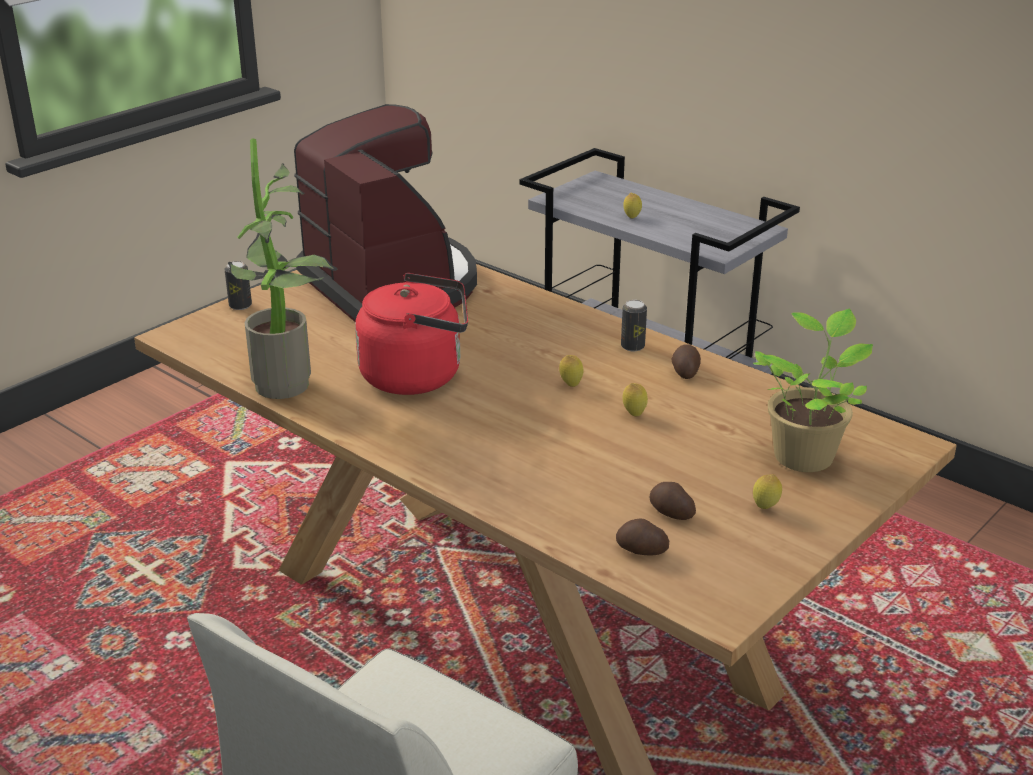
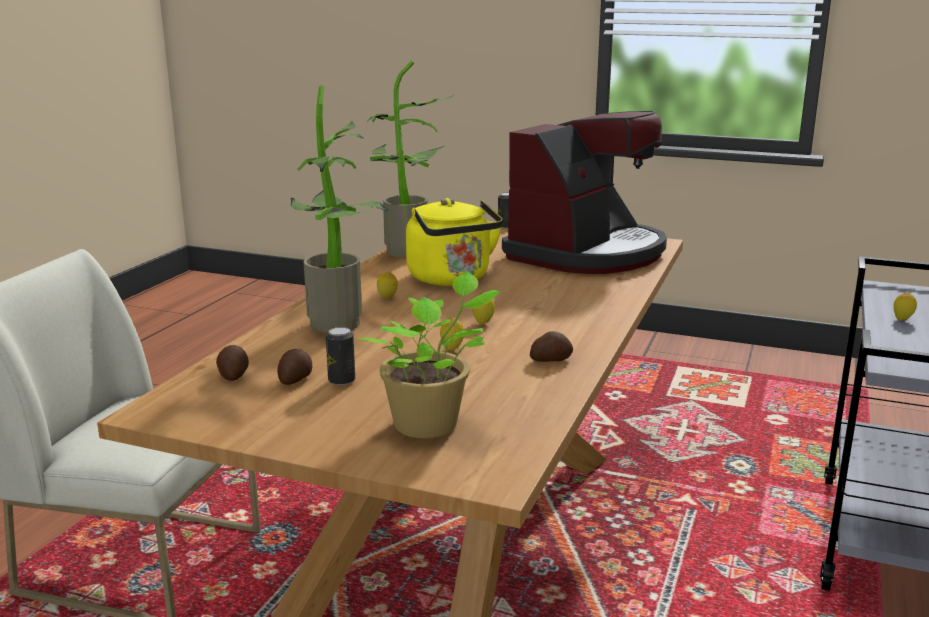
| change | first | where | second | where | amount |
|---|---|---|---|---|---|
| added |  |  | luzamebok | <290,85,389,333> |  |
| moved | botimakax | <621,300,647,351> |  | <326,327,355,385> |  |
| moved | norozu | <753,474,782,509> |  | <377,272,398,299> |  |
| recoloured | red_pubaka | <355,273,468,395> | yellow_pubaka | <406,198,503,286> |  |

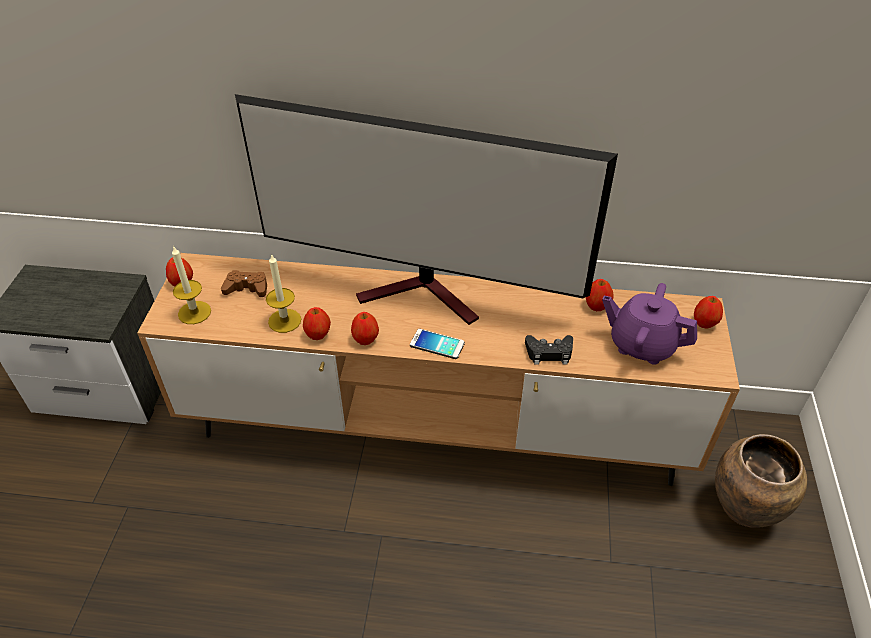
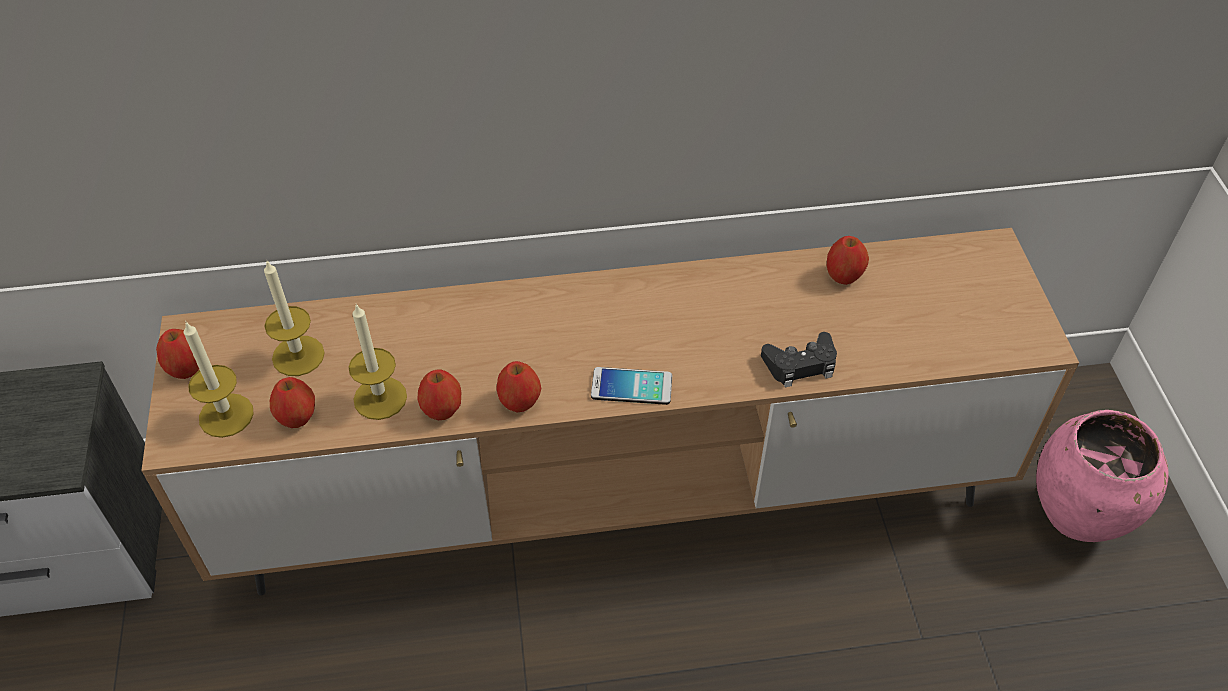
| change | first | where | second | where | amount |
|---|---|---|---|---|---|
| replaced | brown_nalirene | <221,270,267,297> | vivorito | <264,261,325,376> |  |
| moved | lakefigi | <694,296,723,328> |  | <270,377,315,428> |  |
| recoloured | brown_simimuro | <715,434,807,528> | pink_simimuro | <1036,410,1169,542> |  |
| removed | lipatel | <235,94,618,325> |  |  |  |
| removed | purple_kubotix | <602,283,697,365> |  |  |  |

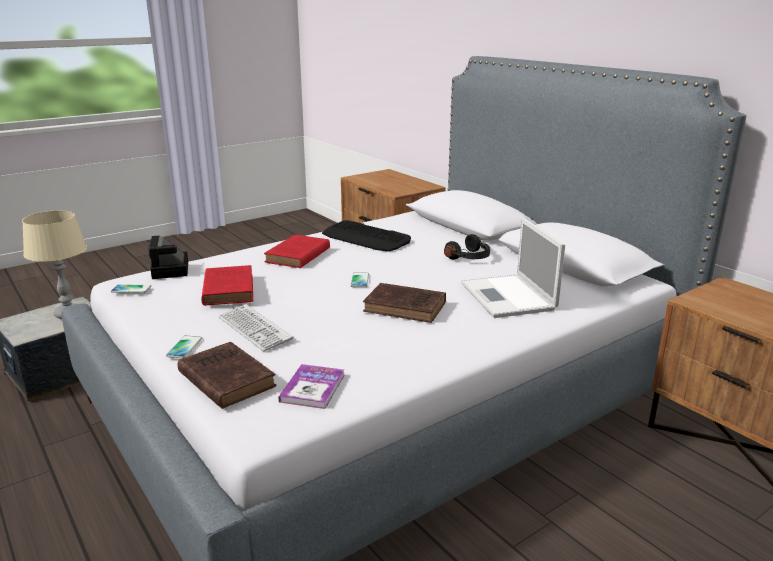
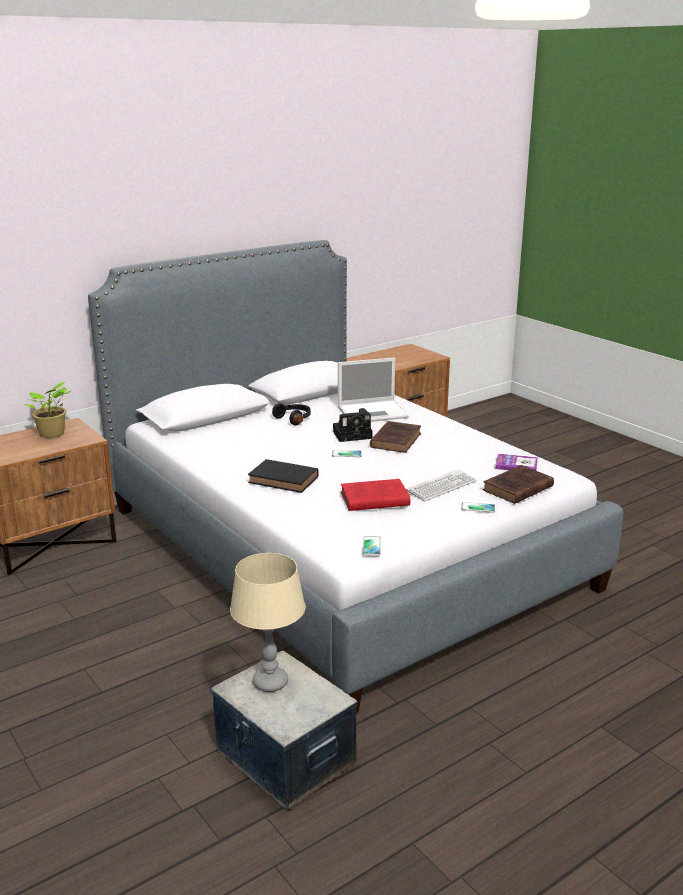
| change | first | where | second | where | amount |
|---|---|---|---|---|---|
| added |  |  | luzamebok | <25,382,71,438> |  |
| recoloured | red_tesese | <264,235,330,268> | black_tesese | <248,459,319,493> |  |
| moved | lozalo | <148,236,188,279> |  | <333,408,372,442> |  |
| removed | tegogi | <322,220,411,252> |  |  |  |

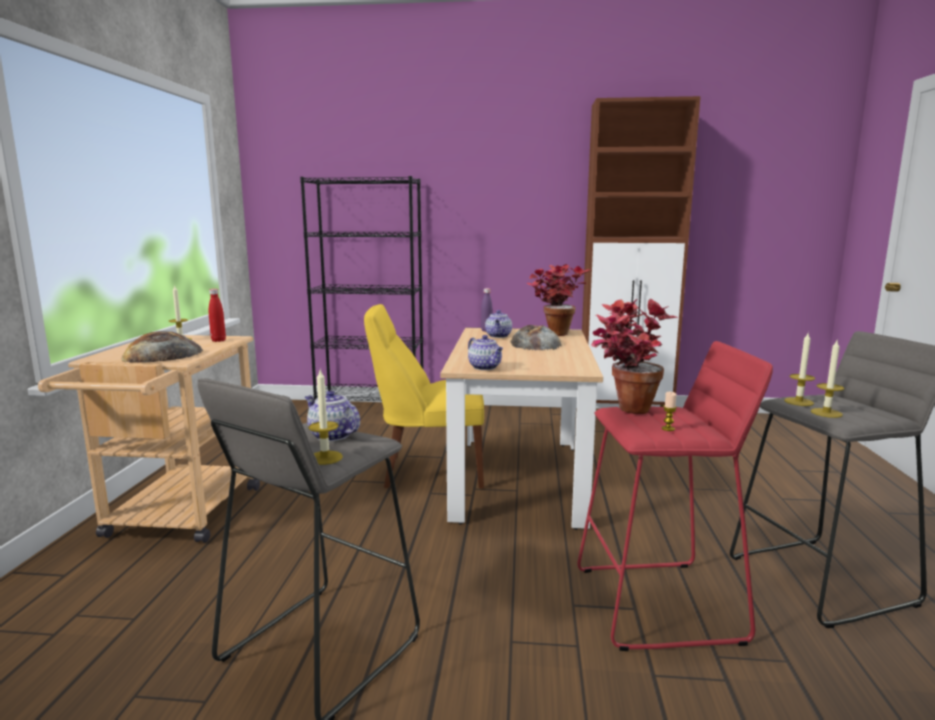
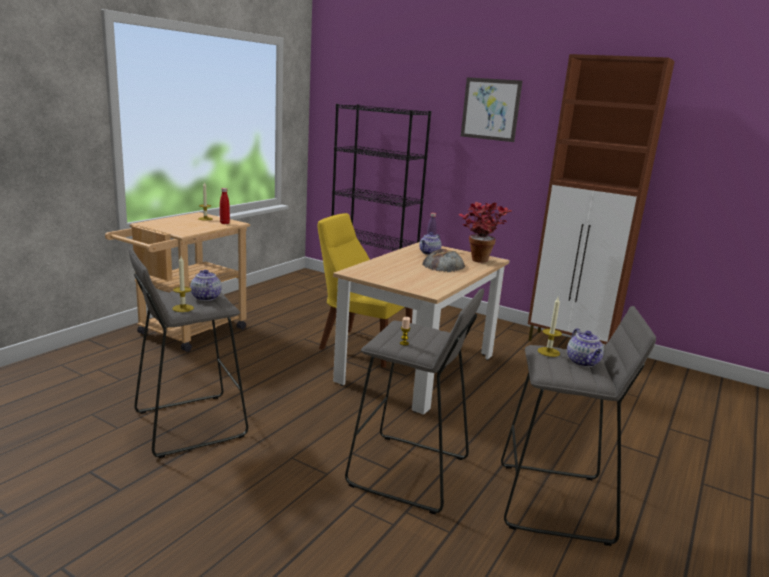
| change | first | where | second | where | amount |
|---|---|---|---|---|---|
| recoloured | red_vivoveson | <577,341,773,651> | grey_vivoveson | <345,289,484,514> |  |
| added |  |  | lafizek | <461,77,522,142> |  |
| moved | kubotix | <468,335,503,370> |  | <567,328,604,367> |  |
| removed | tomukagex | <121,331,204,363> |  |  |  |
| removed | luzamebok | <591,299,679,414> |  |  |  |
| removed | vivorito | <811,340,844,418> |  |  |  |

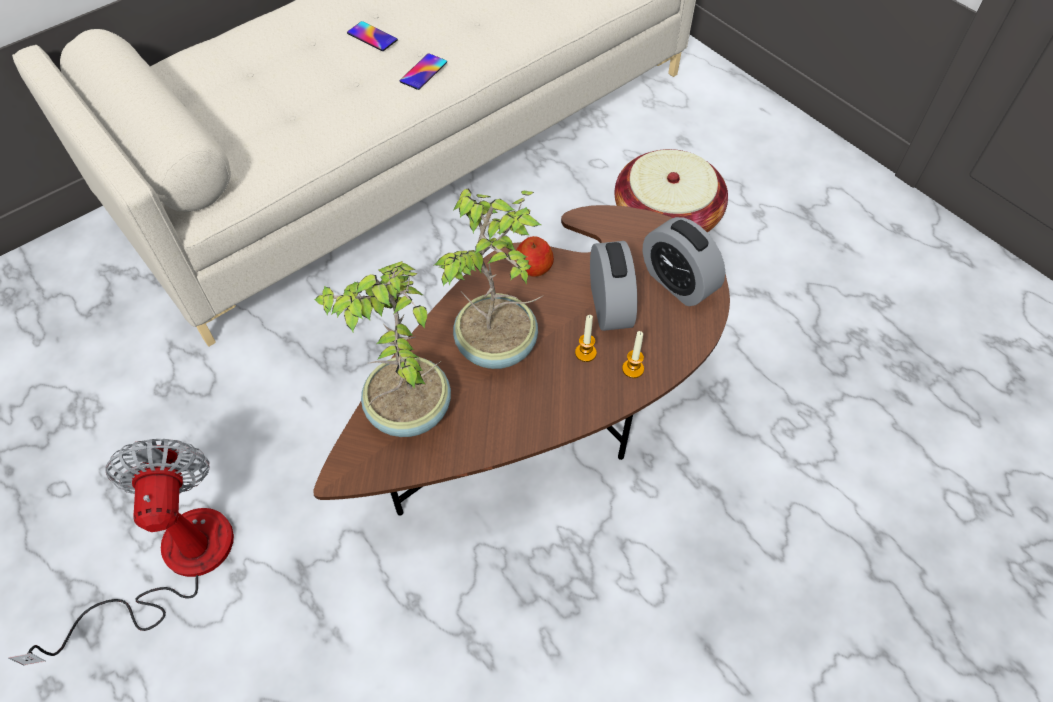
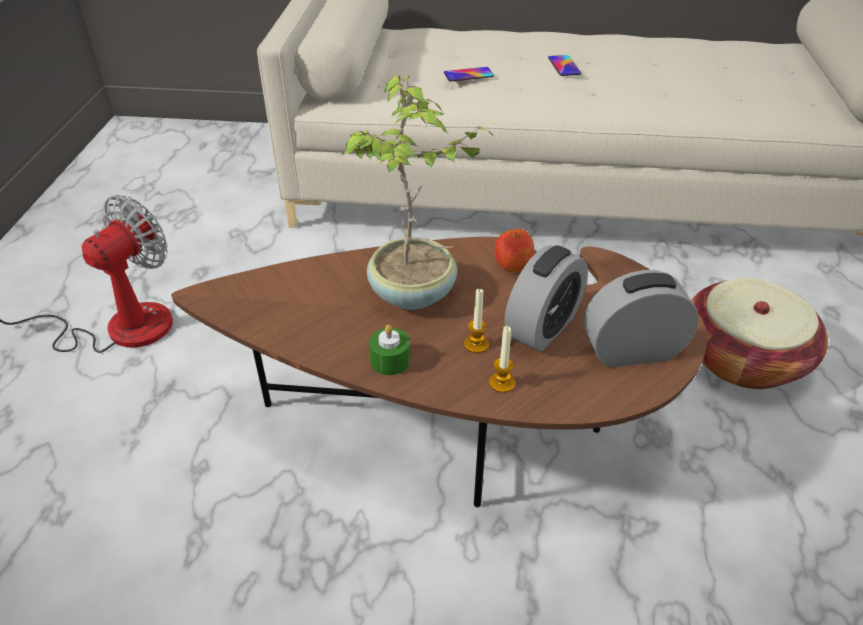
| change | first | where | second | where | amount |
|---|---|---|---|---|---|
| added |  |  | green_vivorito | <369,325,410,375> |  |
| moved | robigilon | <400,53,447,90> |  | <444,67,494,82> |  |
| turned | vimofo | <643,217,725,306> |  | <584,270,699,368> | 75 degrees clockwise |
| removed | luzamebok | <315,261,451,437> |  |  |  |

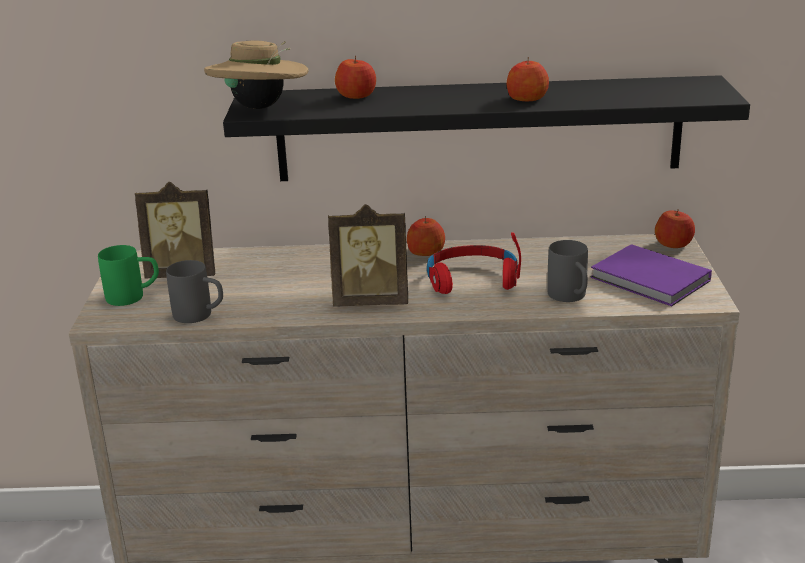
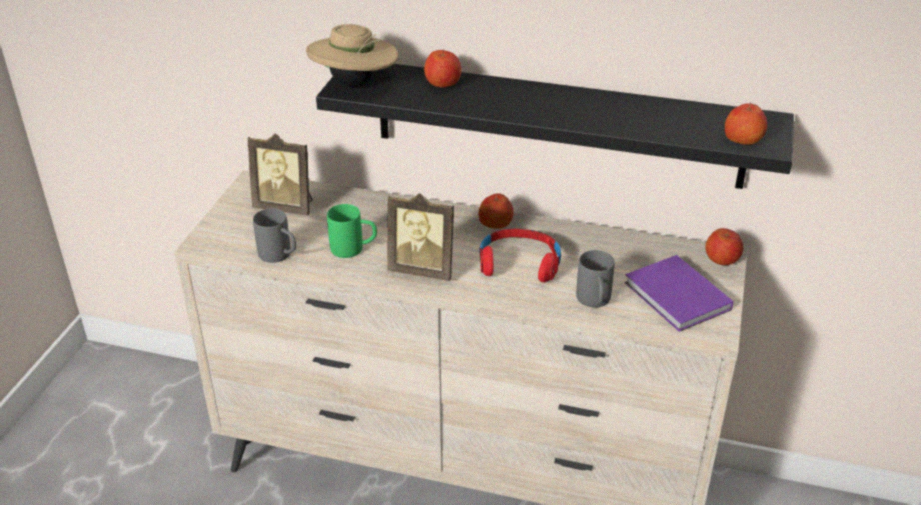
| change | first | where | second | where | amount |
|---|---|---|---|---|---|
| moved | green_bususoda | <98,245,159,306> |  | <327,204,377,258> |  |
| moved | lakefigi | <506,57,549,101> |  | <725,102,767,145> |  |

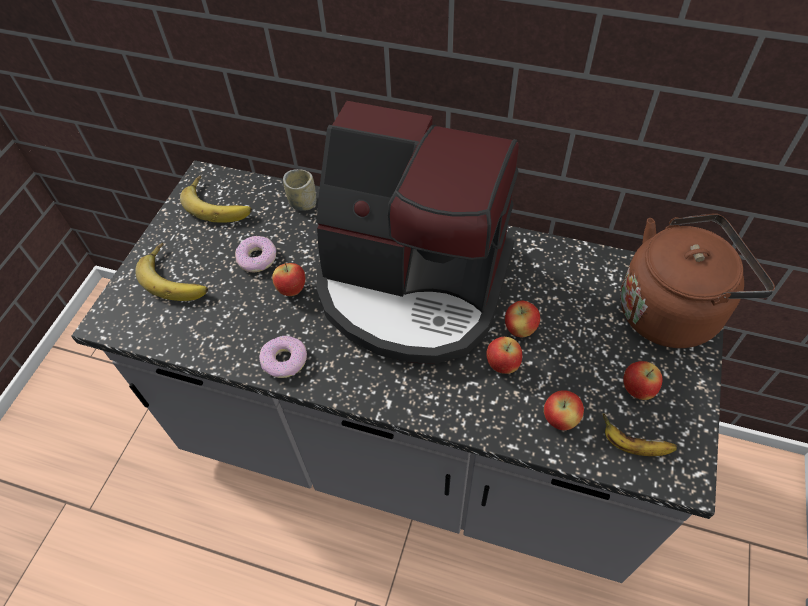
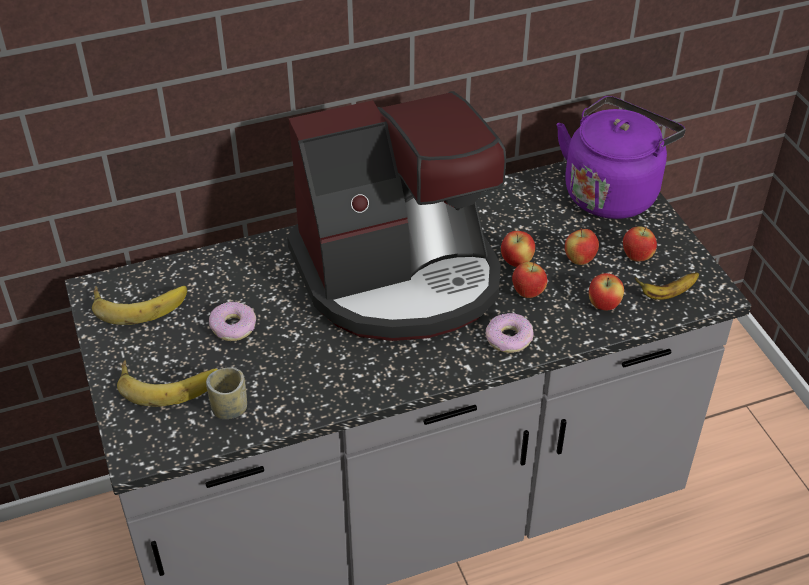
| change | first | where | second | where | amount |
|---|---|---|---|---|---|
| moved | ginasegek | <283,169,316,211> |  | <206,367,247,419> |  |
| moved | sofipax | <259,336,307,378> |  | <486,313,534,353> |  |
| recoloured | brown_pubaka | <620,213,775,348> | purple_pubaka | <557,96,685,219> |  |
| moved | lakefigi | <272,263,305,296> |  | <565,228,599,265> |  |

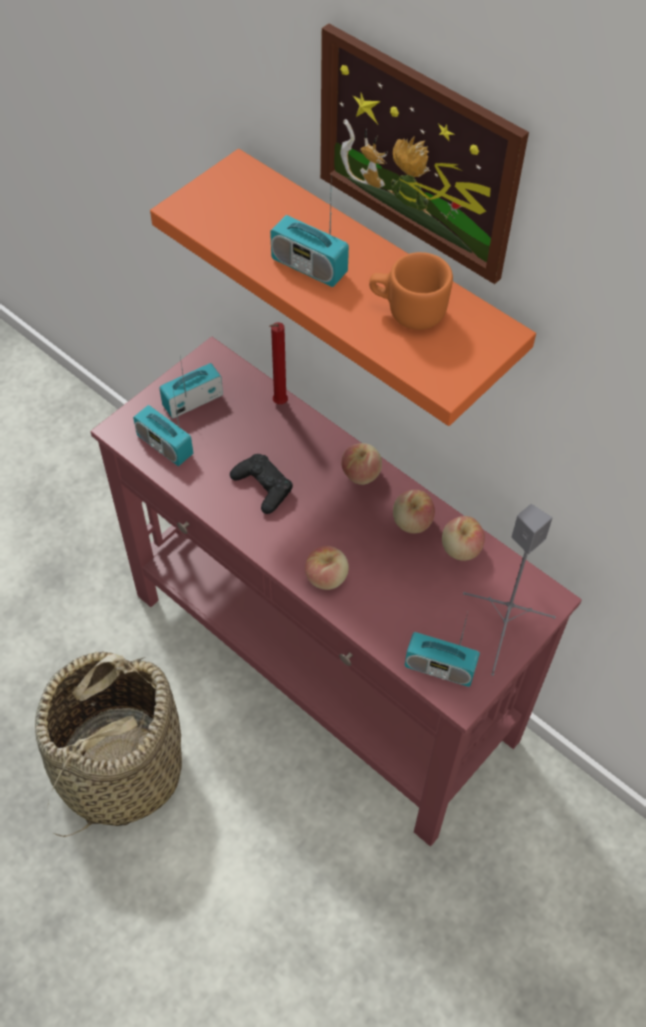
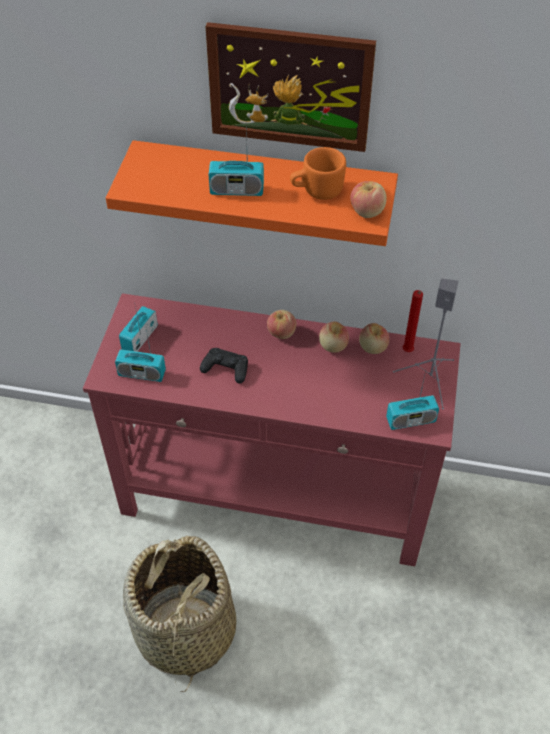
| change | first | where | second | where | amount |
|---|---|---|---|---|---|
| moved | lakefigi | <305,546,349,590> |  | <350,181,387,218> |  |
| moved | red_vivorito | <269,322,288,404> |  | <403,290,423,352> |  |

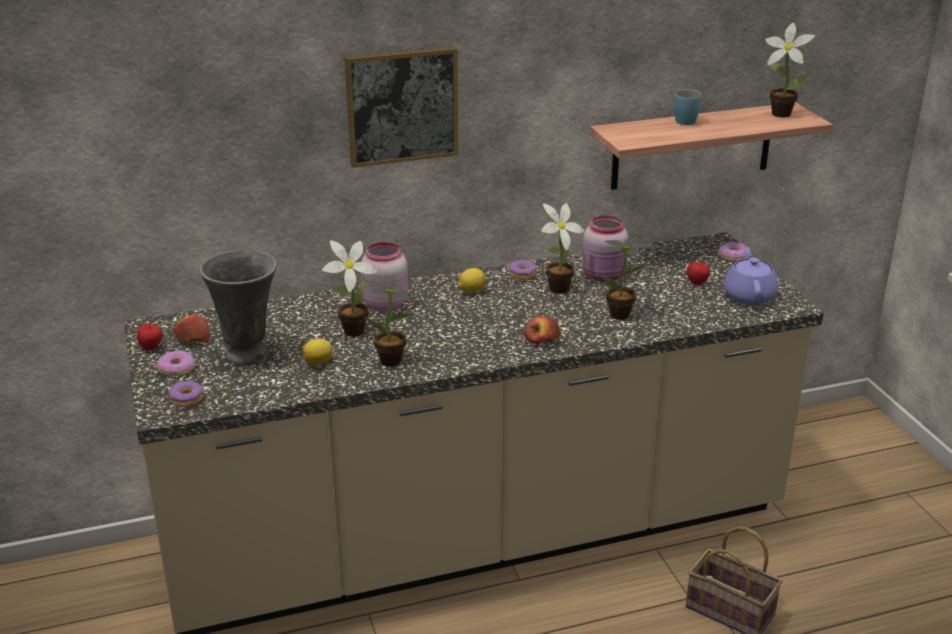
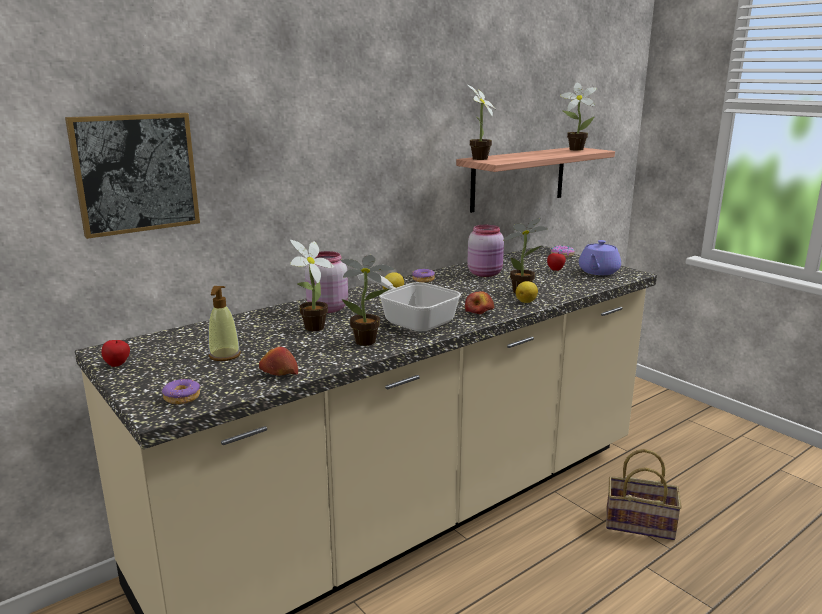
| change | first | where | second | where | amount |
|---|---|---|---|---|---|
| moved | lafizek | <345,47,458,168> |  | <65,113,200,239> |  |
| replaced | grey_simimuro | <199,250,277,365> | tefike | <208,286,241,361> |  |
| moved | lakefigi | <174,314,210,343> |  | <259,347,298,376> |  |
| added |  |  | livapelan | <358,273,461,333> |  |
| moved | luzamebok | <541,203,584,294> |  | <467,84,495,160> |  |
| moved | norozu | <302,339,333,366> |  | <516,281,538,303> |  |
| turned | purple_kubotix | <724,247,779,305> |  | <579,240,621,275> | 135 degrees counterclockwise |
| removed | sofipax | <156,350,195,376> |  |  |  |
| removed | blue_bususoda | <674,89,702,125> |  |  |  |

